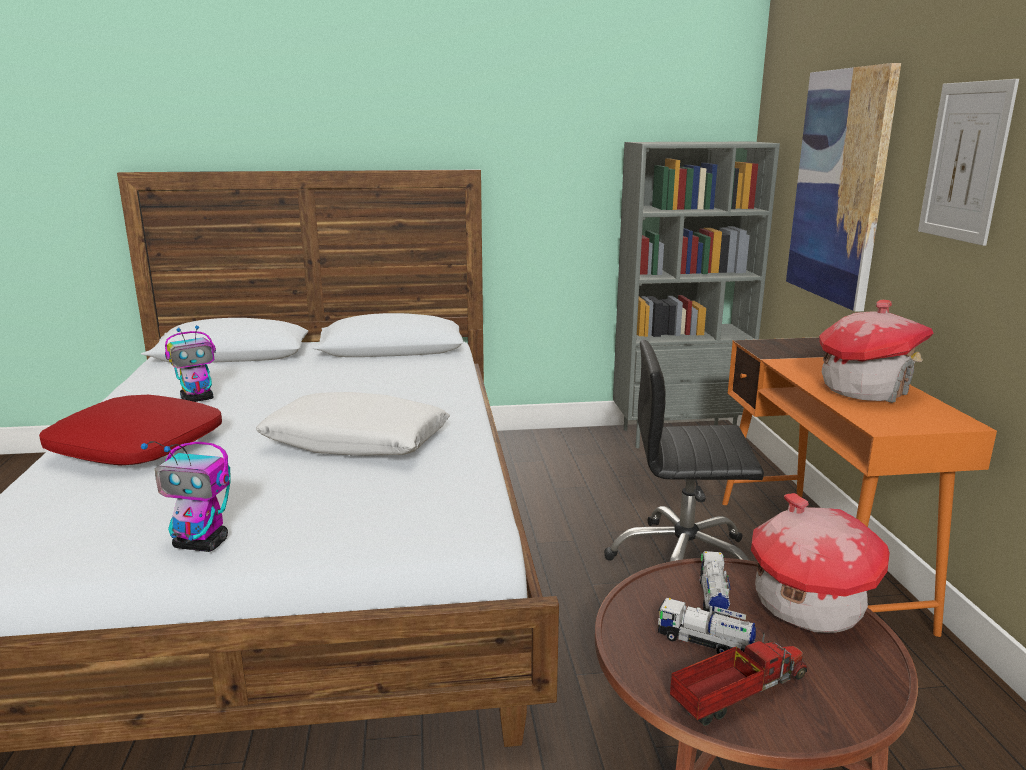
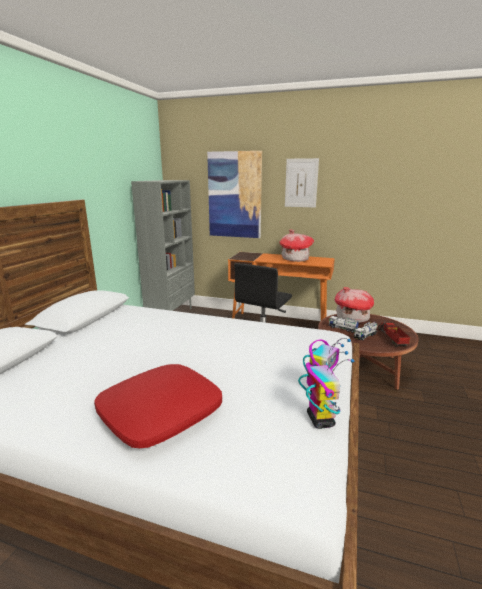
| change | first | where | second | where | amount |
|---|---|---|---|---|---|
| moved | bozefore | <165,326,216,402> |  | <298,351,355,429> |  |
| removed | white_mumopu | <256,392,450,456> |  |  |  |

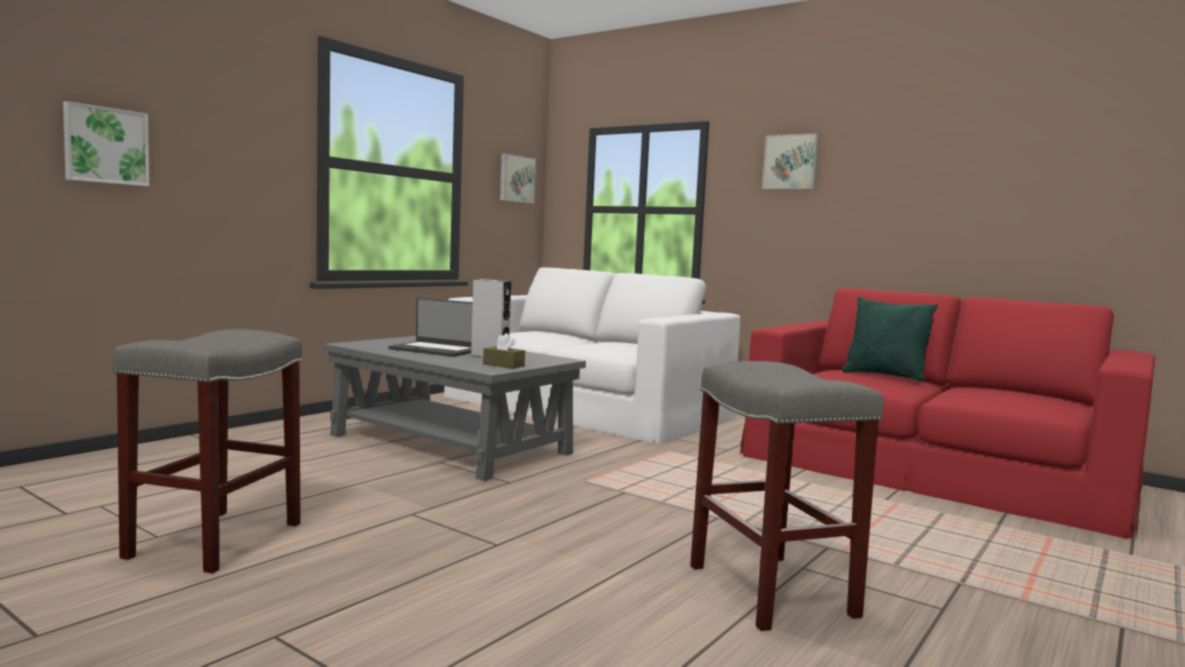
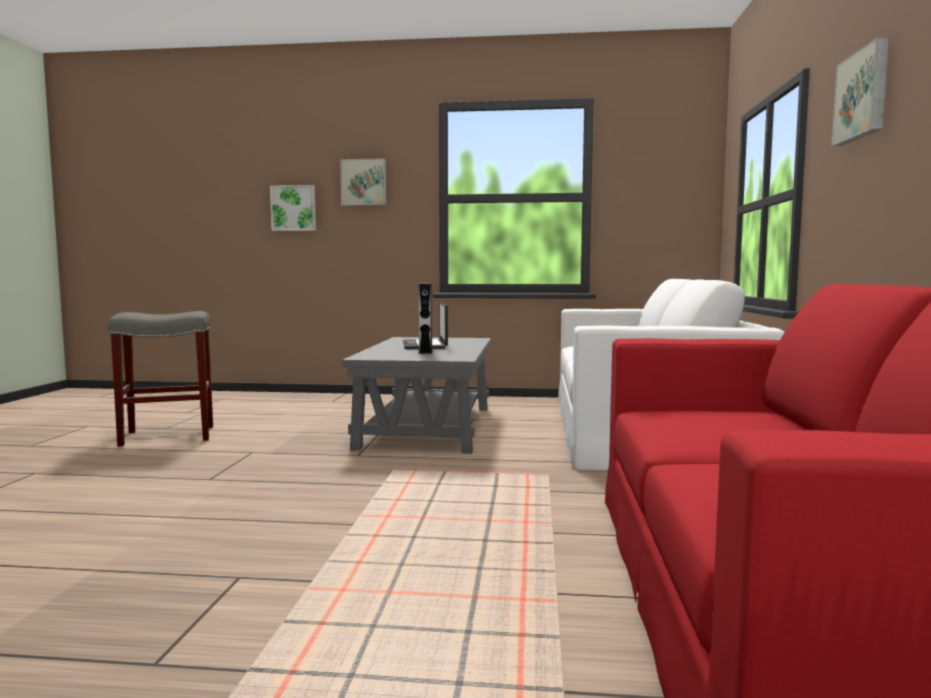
| change | first | where | second | where | amount |
|---|---|---|---|---|---|
| moved | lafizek | <500,153,536,203> |  | <340,158,387,206> |  |
| removed | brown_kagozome | <483,333,525,369> |  |  |  |
| removed | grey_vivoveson | <690,361,883,631> |  |  |  |
| removed | green_mumopu | <842,297,938,381> |  |  |  |

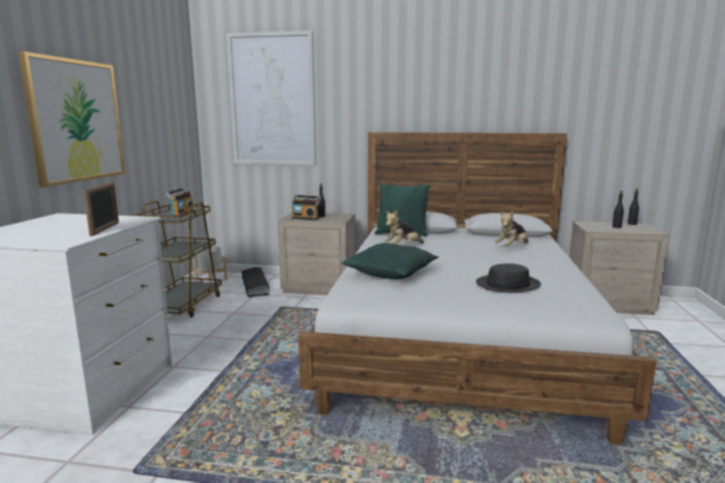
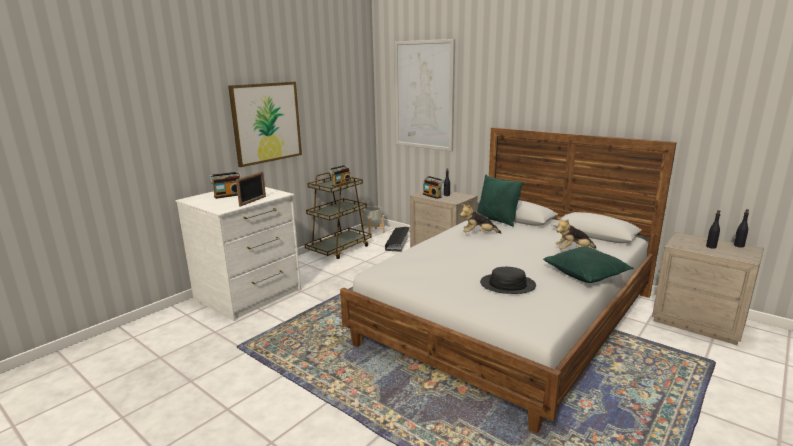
| change | first | where | second | where | amount |
|---|---|---|---|---|---|
| added |  |  | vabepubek | <209,171,241,199> |  |
| moved | green_mumopu | <342,243,439,279> |  | <543,247,634,283> |  |

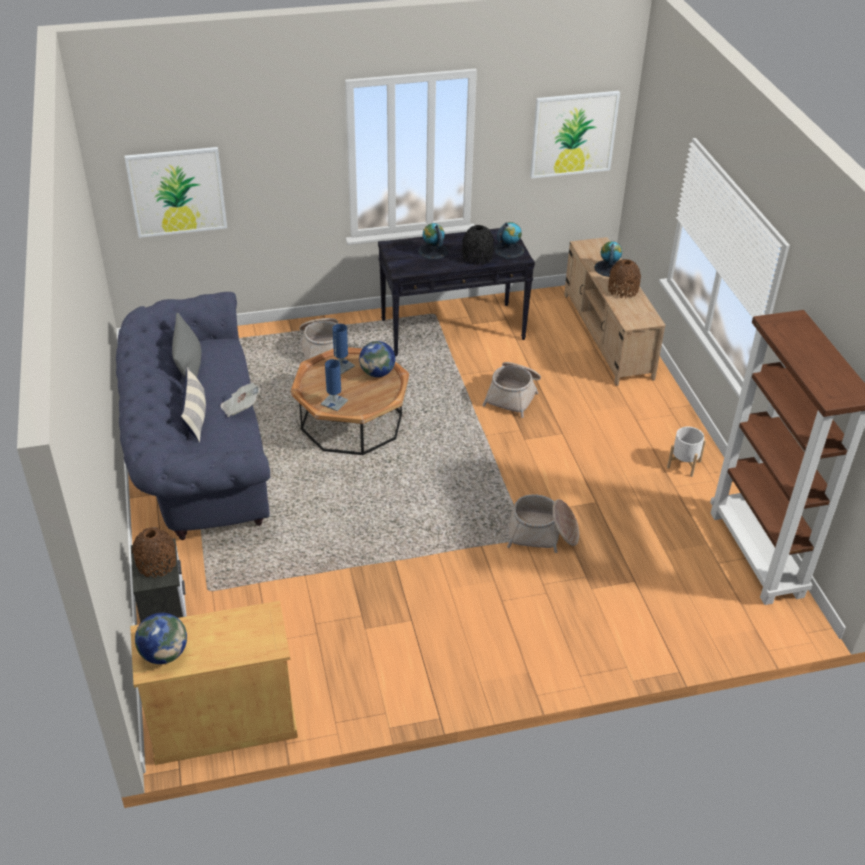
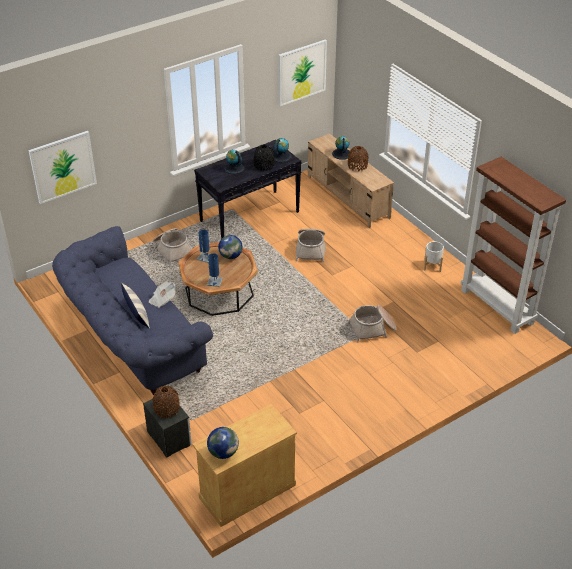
| change | first | where | second | where | amount |
|---|---|---|---|---|---|
| removed | grey_mumopu | <172,313,201,377> |  |  |  |

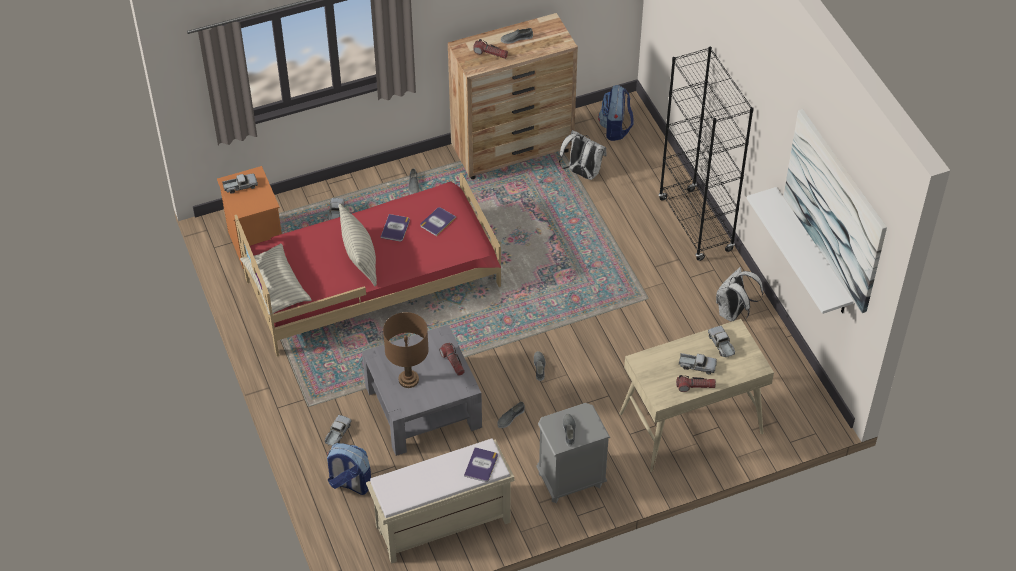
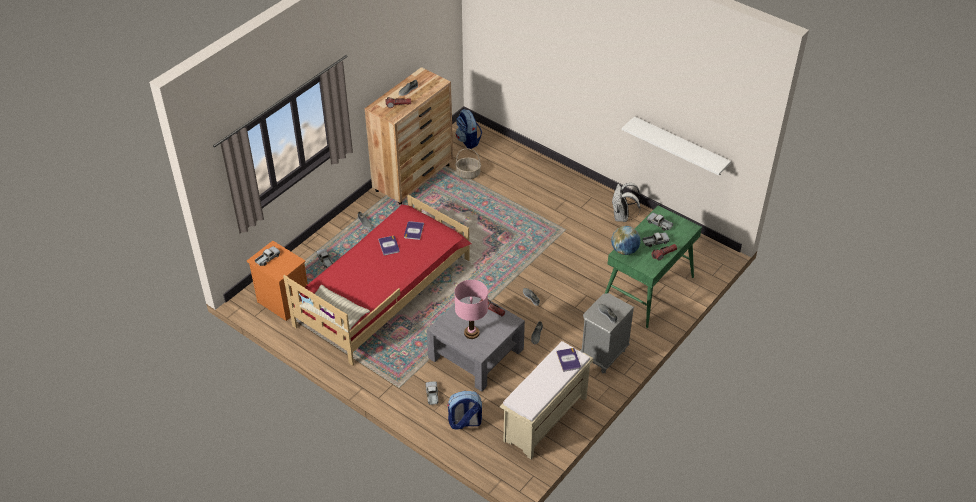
| change | first | where | second | where | amount |
|---|---|---|---|---|---|
| recoloured | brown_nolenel | <383,312,429,388> | pink_nolenel | <454,280,488,339> |  |
| replaced | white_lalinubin | <559,130,607,180> | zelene | <455,149,481,179> |  |
| recoloured | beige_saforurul | <619,319,774,472> | green_saforurul | <605,205,702,328> |  |
| added |  |  | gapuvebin | <611,226,641,255> |  |
| removed | mumopu | <339,204,377,286> |  |  |  |
| removed | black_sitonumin | <659,47,754,261> |  |  |  |
| removed | lafizek | <783,109,887,313> |  |  |  |

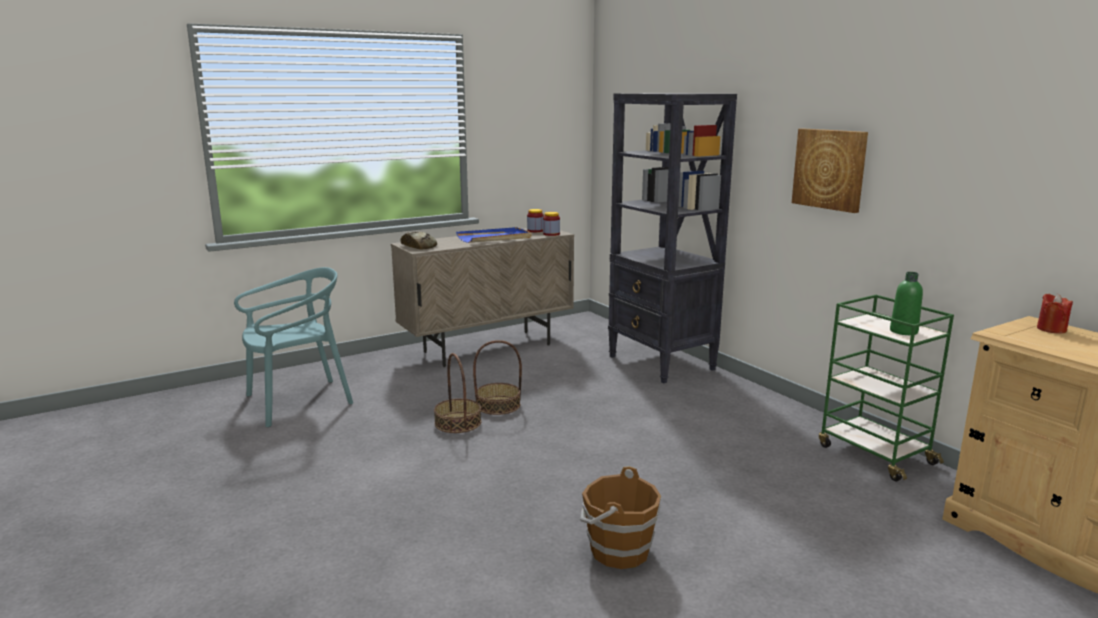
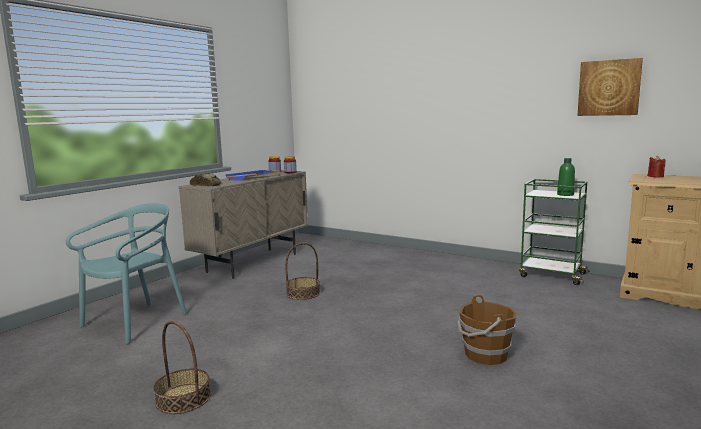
| change | first | where | second | where | amount |
|---|---|---|---|---|---|
| moved | zelene | <434,353,481,433> |  | <154,321,211,414> |  |
| moved | lafizek | <792,128,868,213> |  | <577,58,643,116> |  |
| removed | black_sitonumin | <608,93,737,383> |  |  |  |

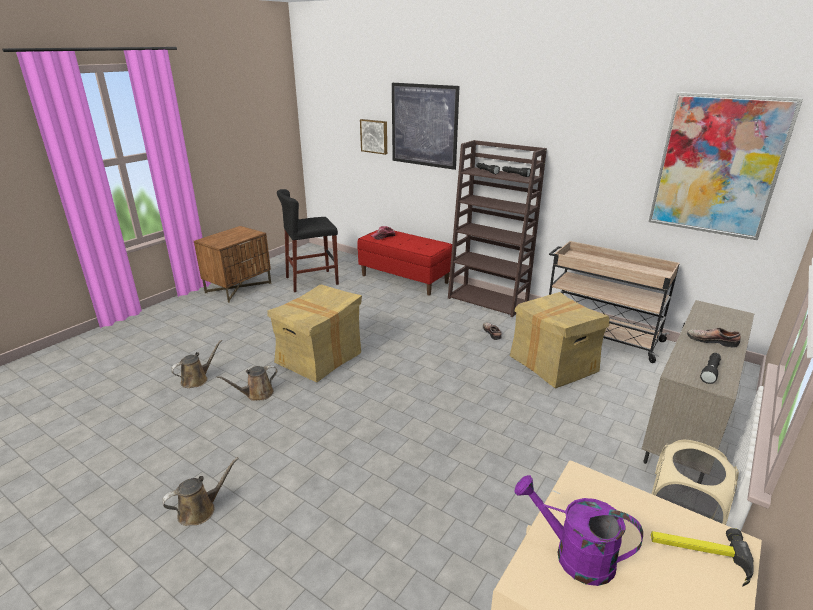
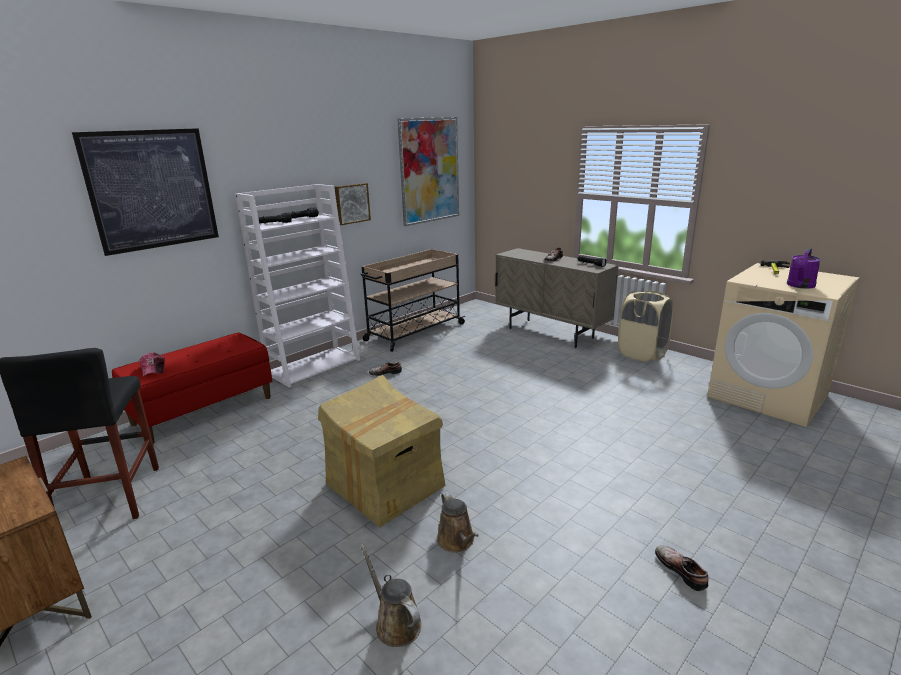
| change | first | where | second | where | amount |
|---|---|---|---|---|---|
| recoloured | brown_sitonumin | <448,140,547,317> | white_sitonumin | <235,184,360,387> |  |
| moved | lafizek | <360,119,387,155> |  | <335,183,371,225> |  |
| replaced | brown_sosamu | <162,457,239,526> | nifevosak | <655,545,708,591> |  |
| removed | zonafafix | <510,292,609,388> |  |  |  |

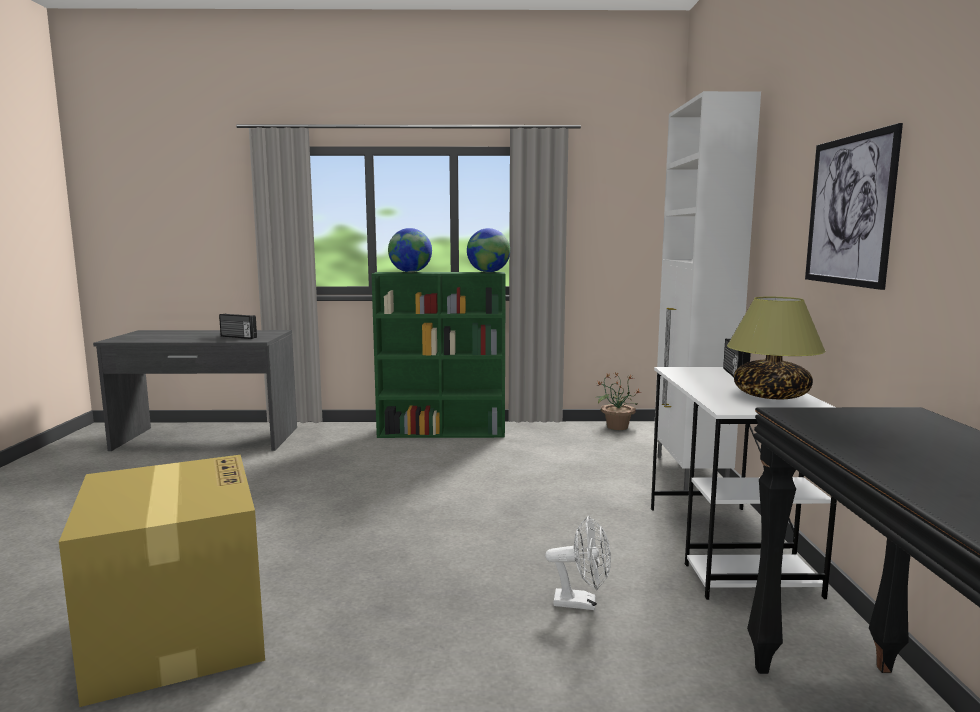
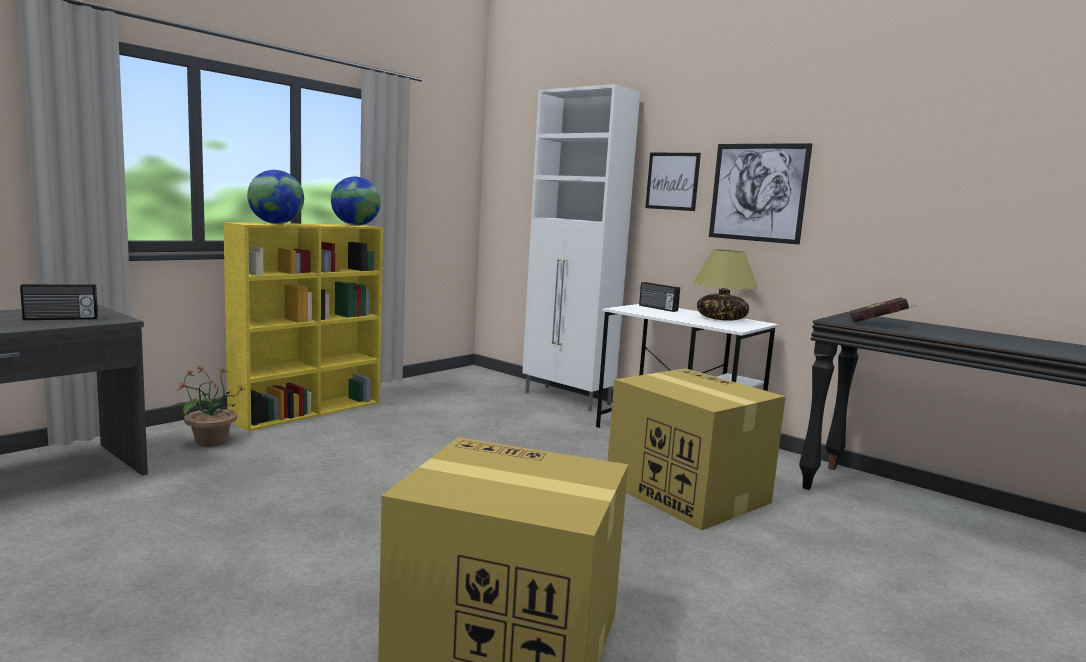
| change | first | where | second | where | amount |
|---|---|---|---|---|---|
| moved | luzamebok | <594,372,641,430> |  | <171,366,245,447> |  |
| recoloured | green_sitonumin | <372,272,506,438> | yellow_sitonumin | <223,222,383,431> |  |
| replaced | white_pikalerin | <545,516,611,610> | zonafafix | <608,368,786,530> |  |
| added |  |  | lafizek | <645,153,701,211> |  |
| added |  |  | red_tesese | <849,297,917,322> |  |

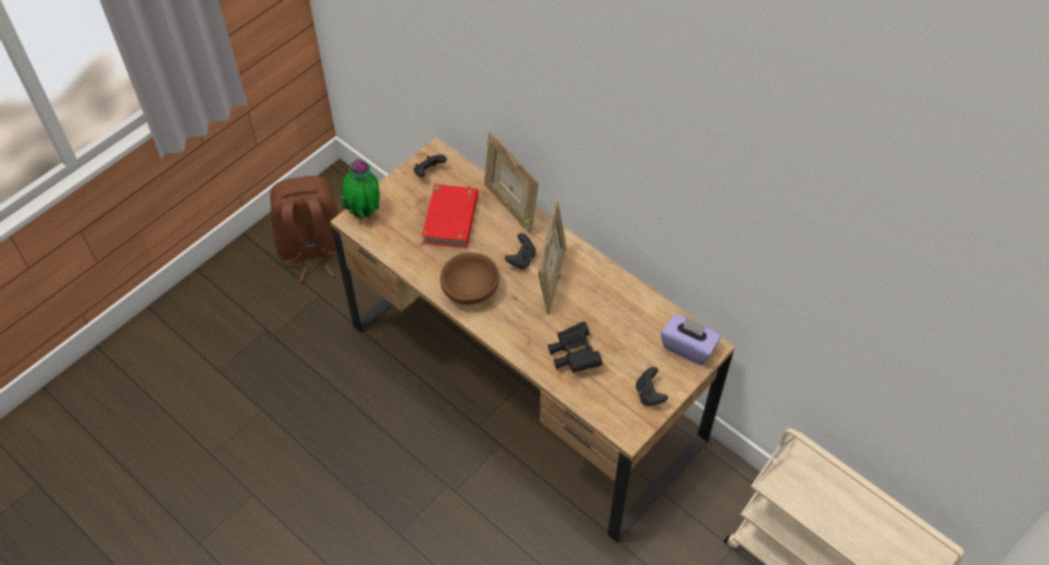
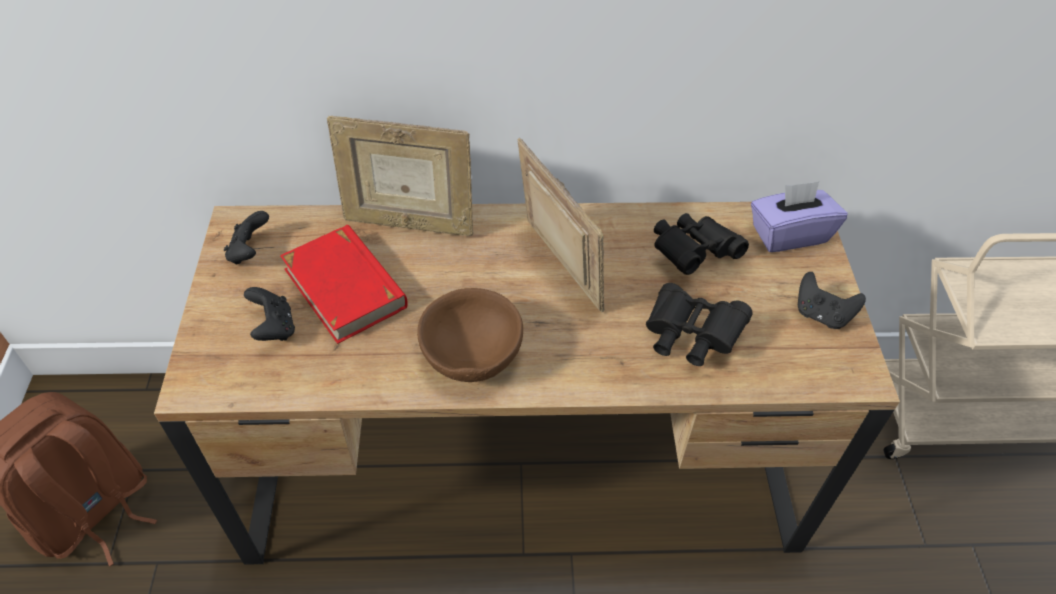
| change | first | where | second | where | amount |
|---|---|---|---|---|---|
| moved | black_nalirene | <505,233,536,269> |  | <244,287,295,341> |  |
| added |  |  | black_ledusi | <654,213,749,275> |  |
| removed | luzamebok | <340,159,380,220> |  |  |  |

